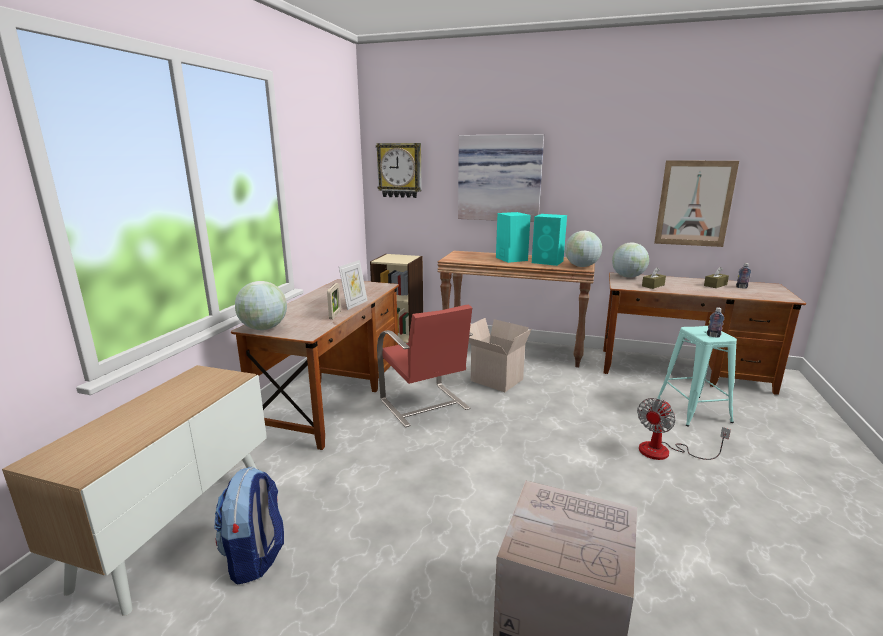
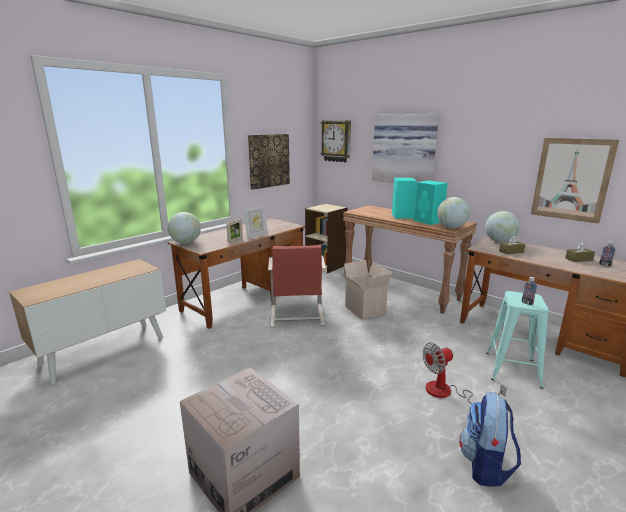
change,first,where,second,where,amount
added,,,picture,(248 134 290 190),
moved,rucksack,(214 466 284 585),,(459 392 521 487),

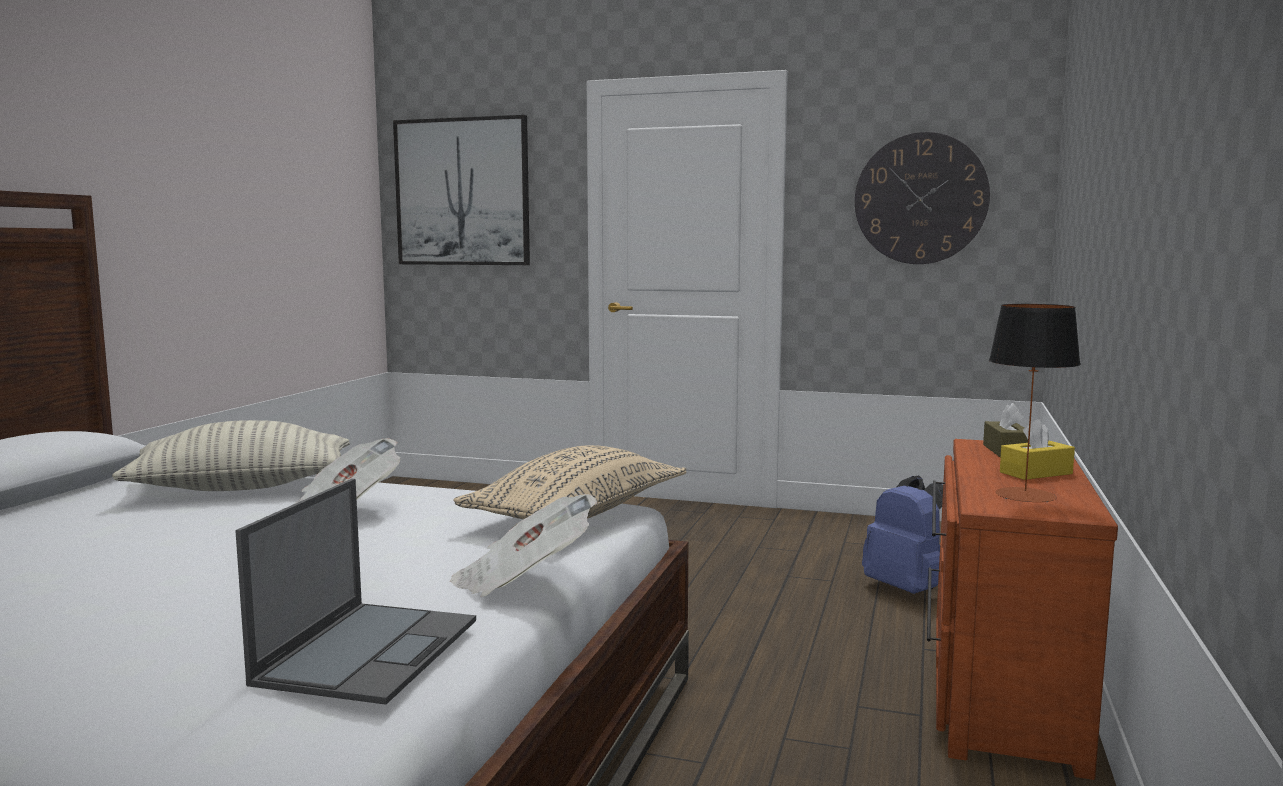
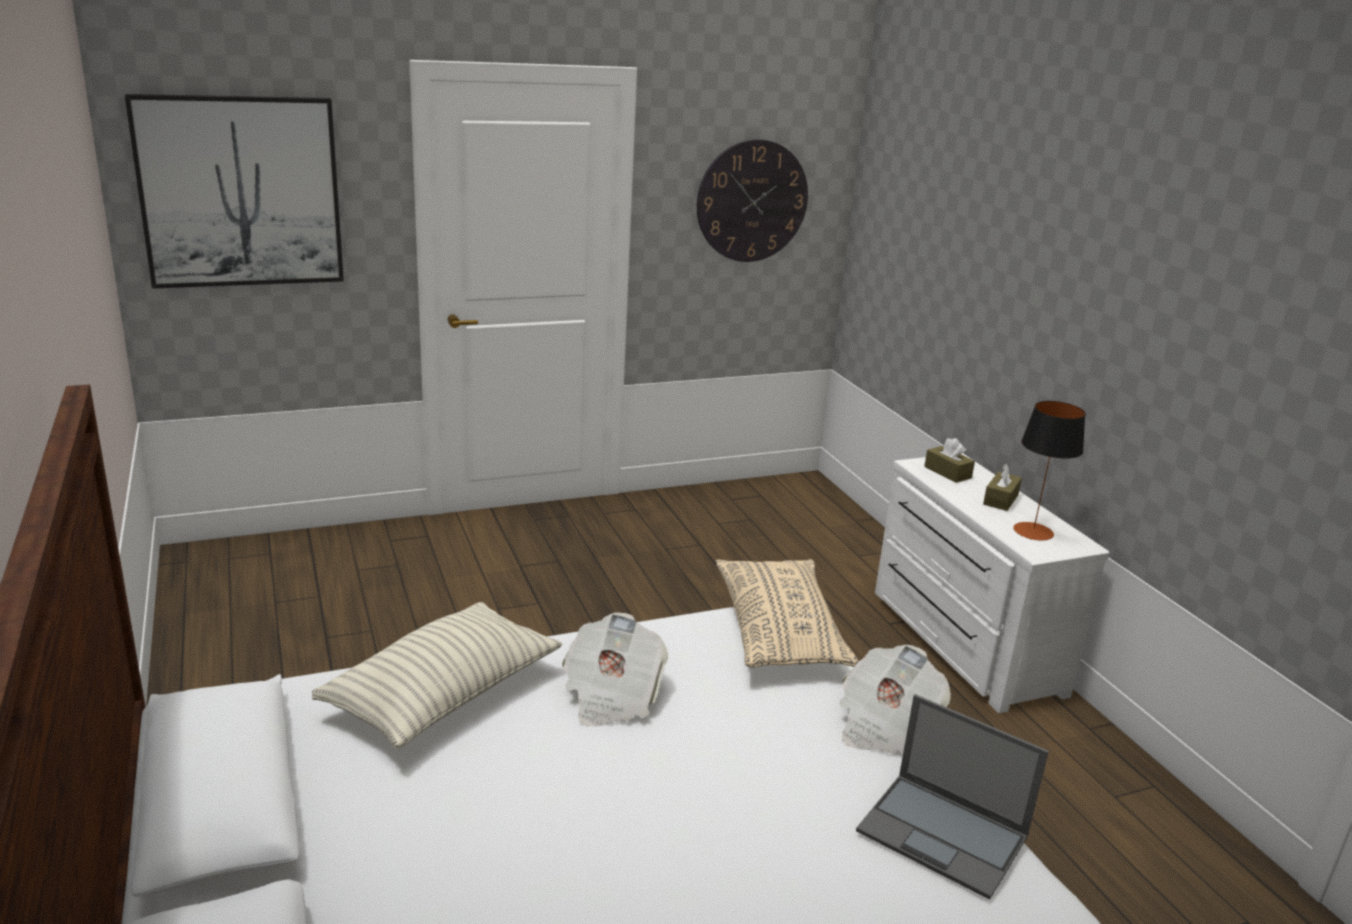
change,first,where,second,where,amount
removed,blue rucksack,(862 475 943 594),,,
recoloured,brown-coloured drawer chest,(927 439 1118 780),whitish drawer chest,(875 453 1109 713),
recoloured,yellow tissue holder,(1000 419 1075 480),brown-coloured tissue holder,(983 464 1022 511),
turned,notebook computer,(235 479 476 705),,(856 694 1049 899),150 degrees clockwise

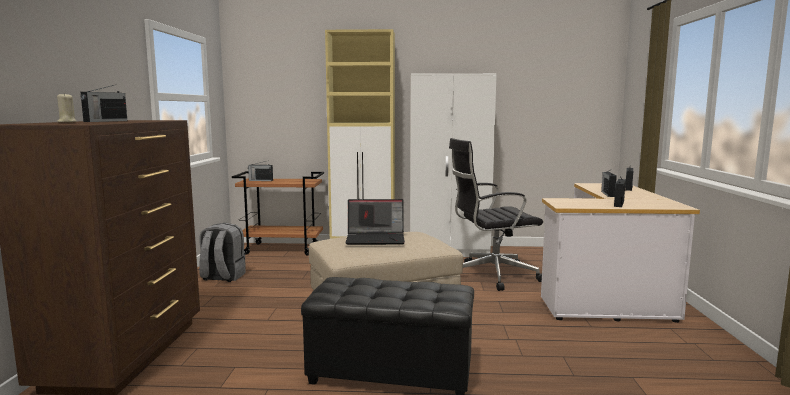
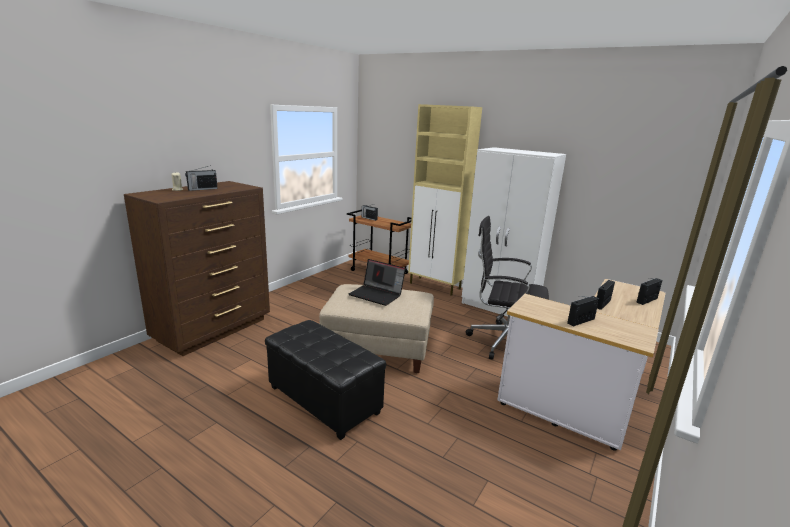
change,first,where,second,where,amount
removed,grey rucksack,(199 223 246 282),,,

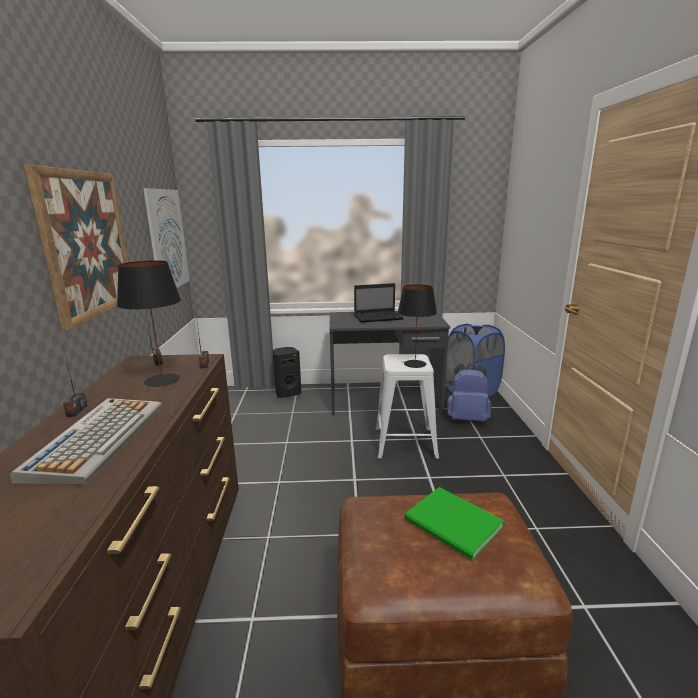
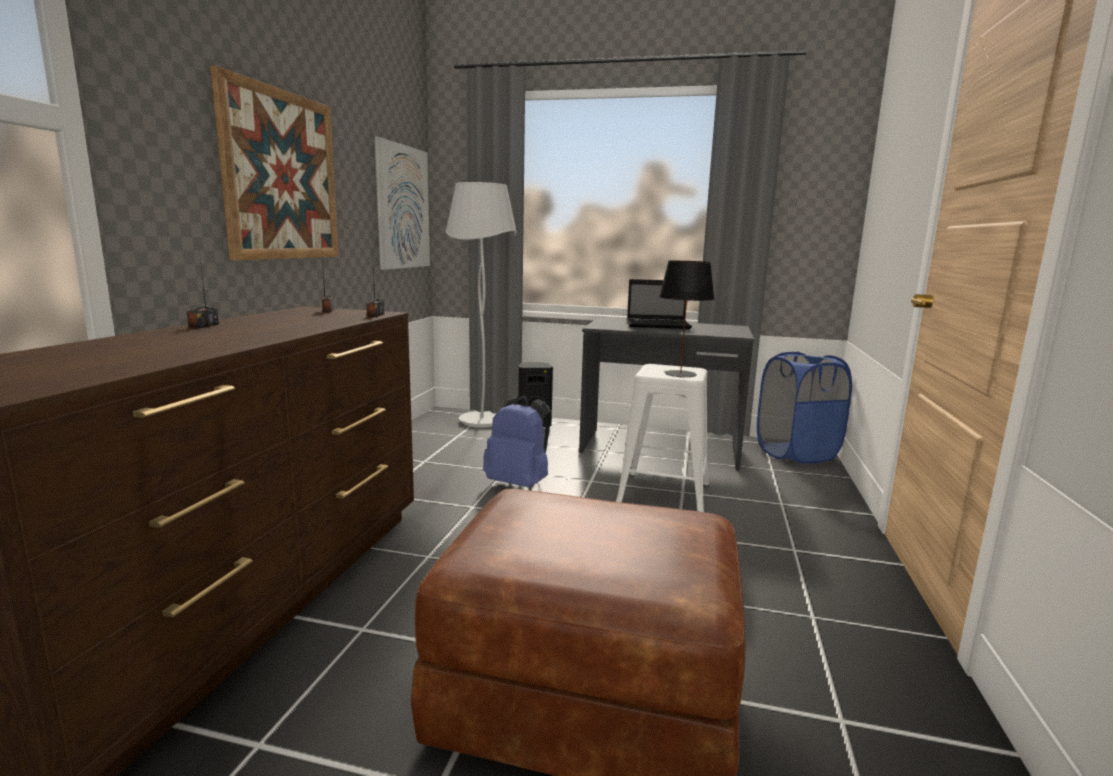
change,first,where,second,where,amount
removed,computer keyboard,(10 398 162 485),,,
removed,blackish table lamp,(117 260 181 387),,,
removed,green book,(404 487 504 560),,,
added,,,whitish floor lamp,(445 182 517 428),
moved,blue rucksack,(447 363 491 422),,(483 395 551 488),

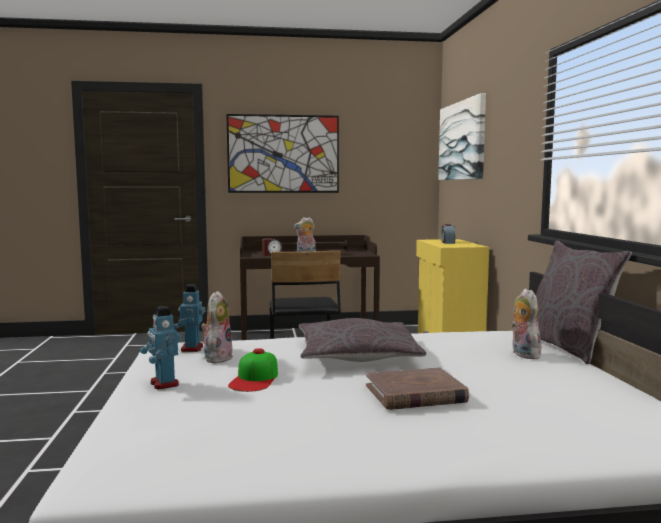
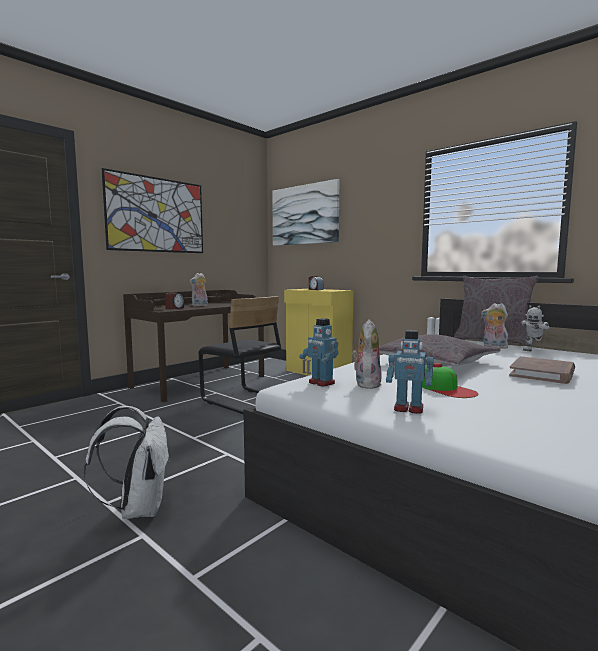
change,first,where,second,where,amount
added,,,whitish rucksack,(84 406 170 519),
added,,,robot figure,(521 305 550 351),
turned,plush toy,(201 291 233 363),,(352 319 381 389),45 degrees clockwise

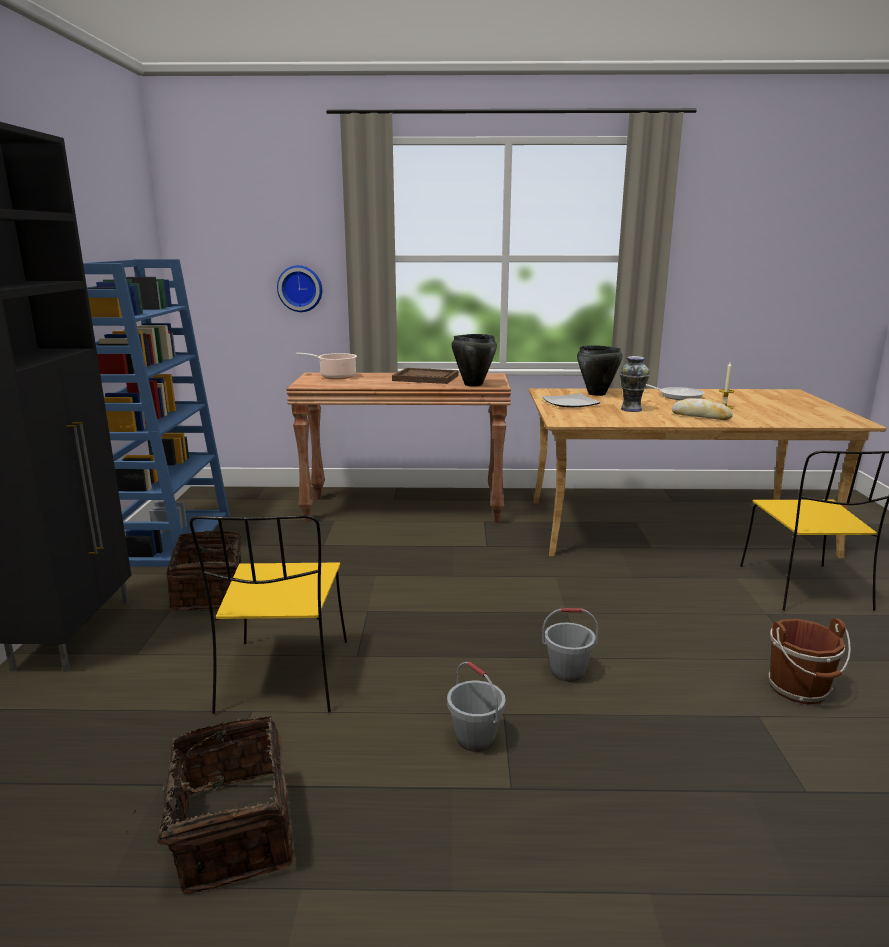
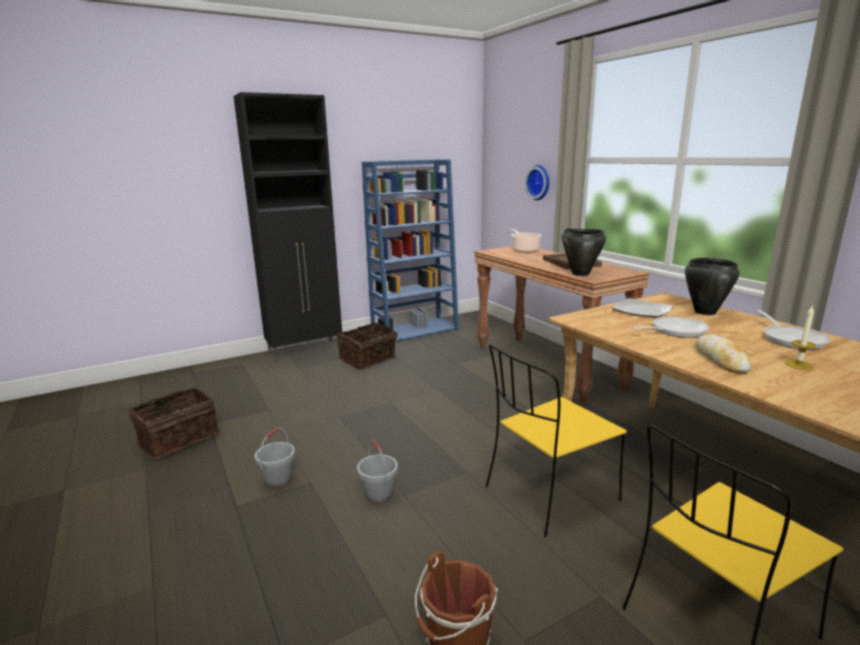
change,first,where,second,where,amount
moved,yellow plain chair,(190 515 347 714),,(486 344 627 537),
replaced,flower vase,(620 356 650 412),skillet,(632 316 709 338),

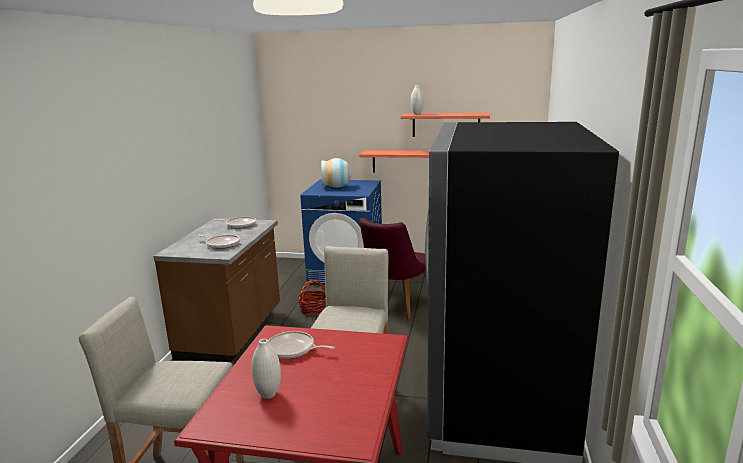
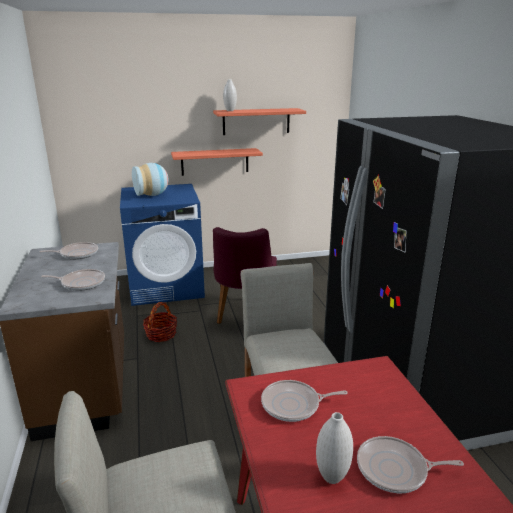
change,first,where,second,where,amount
added,,,skillet,(357 436 464 493),

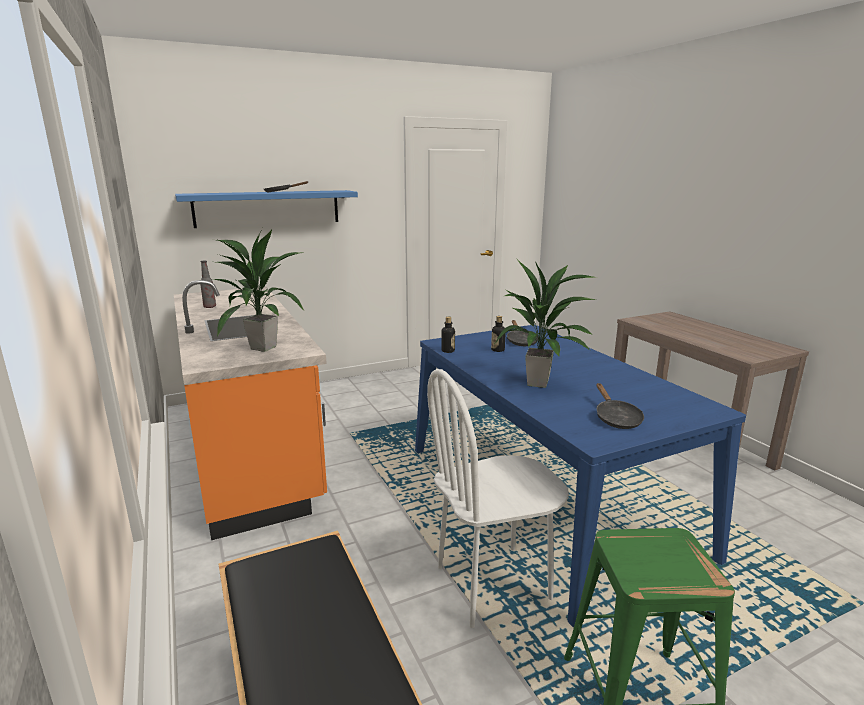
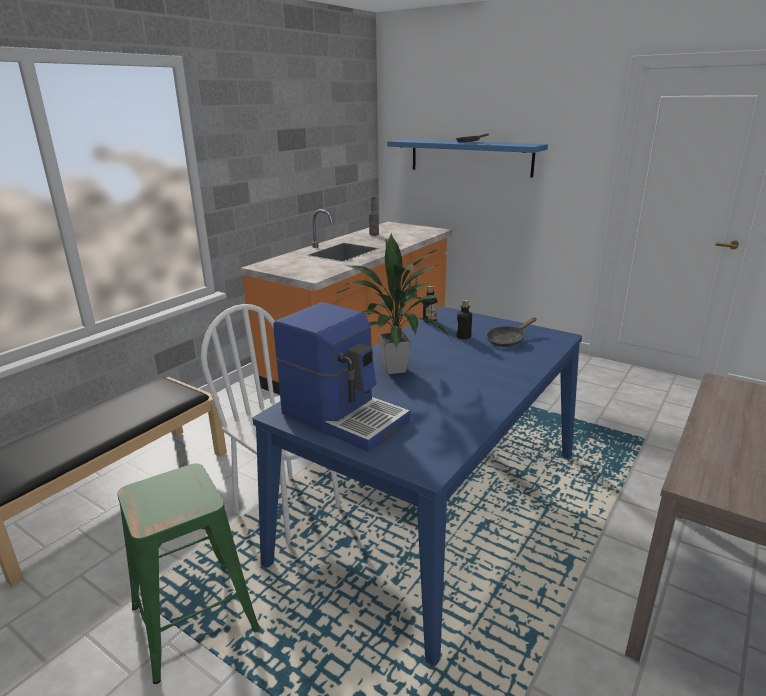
change,first,where,second,where,amount
removed,potted plant,(212 229 304 352),,,
replaced,blackish skillet,(596 383 644 429),coffee brewer,(274 302 410 452),

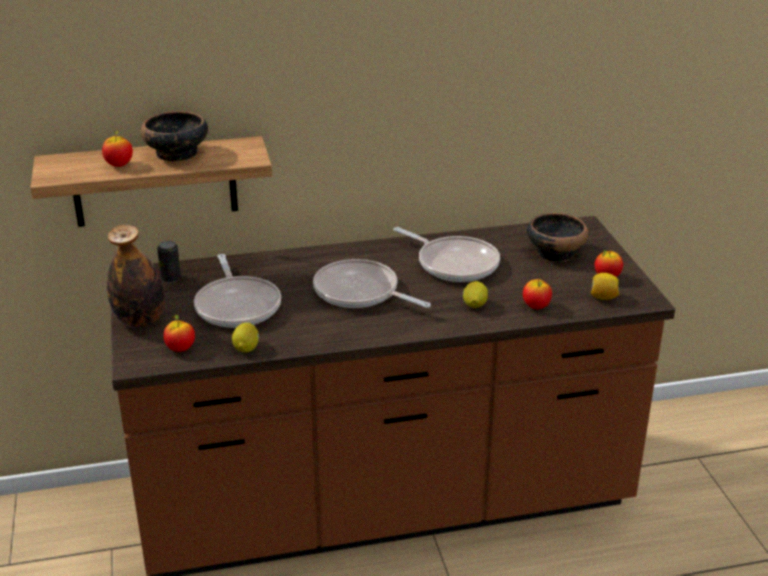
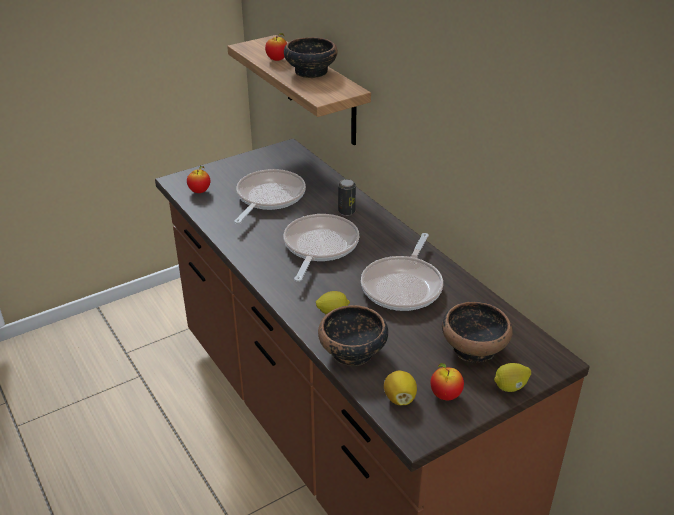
change,first,where,second,where,amount
removed,beverage bottle,(107 225 165 328),,,
moved,can,(157 241 181 283),,(338 179 356 216),
moved,whole lemon,(232 323 259 353),,(494 363 531 392),
replaced,apple,(523 279 552 309),deep dish,(318 305 388 366),
turned,skillet,(194 254 281 328),,(234 169 306 224),150 degrees clockwise

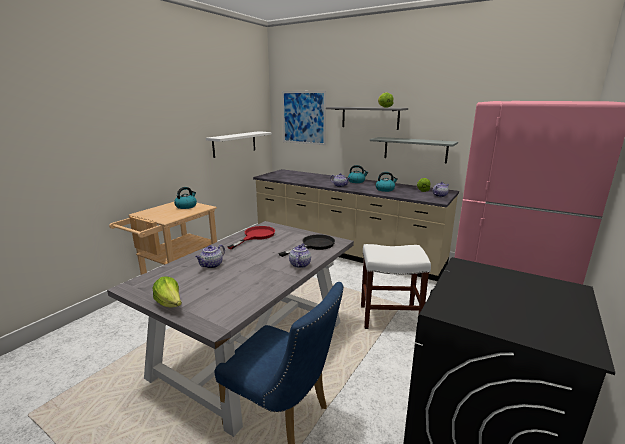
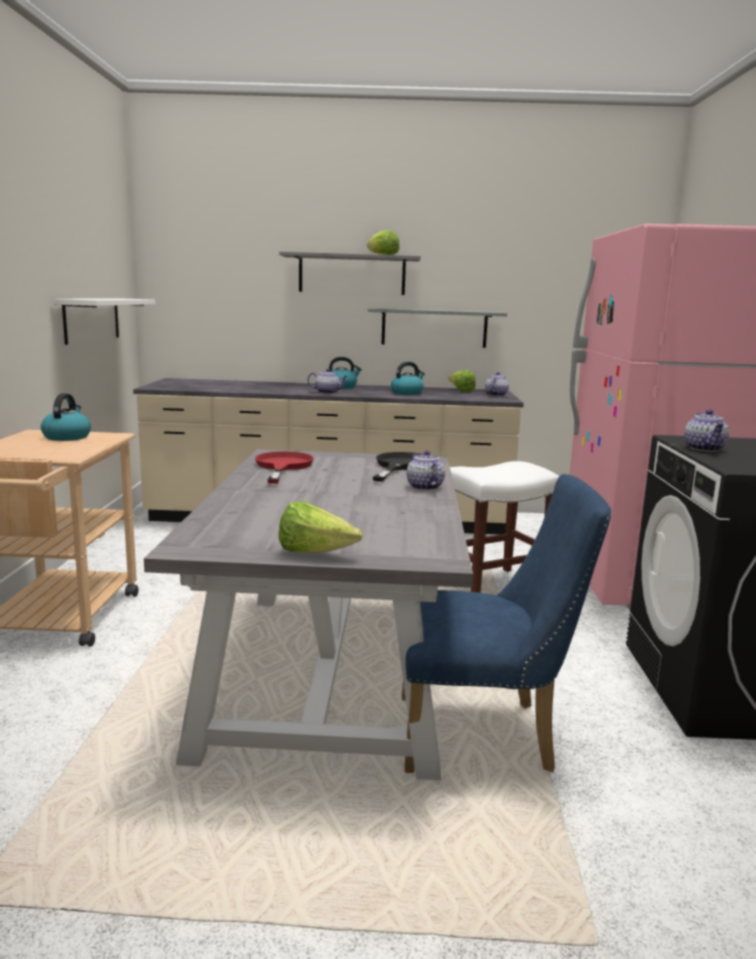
change,first,where,second,where,amount
removed,picture,(282 91 326 145),,,
moved,pot for tea,(195 245 225 268),,(684 409 729 452),

